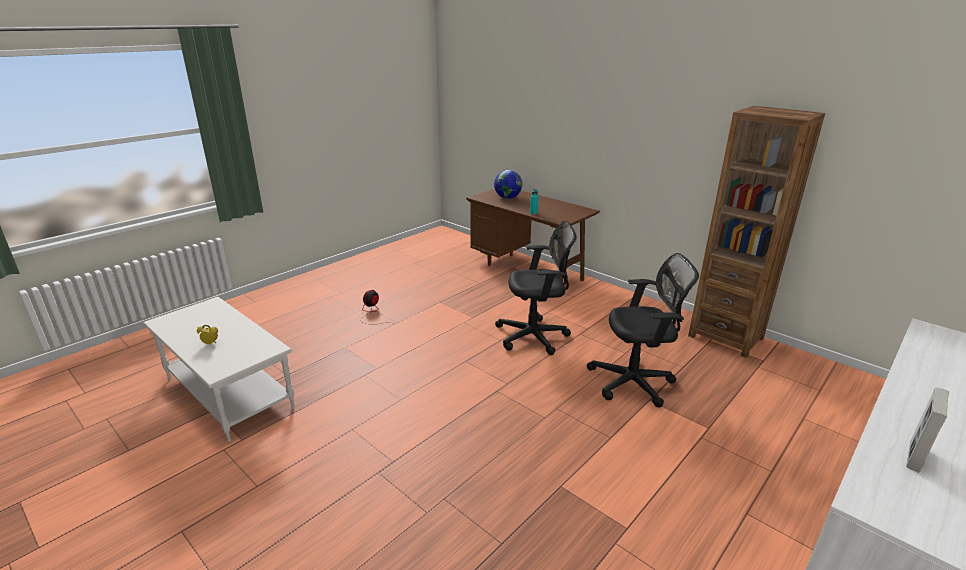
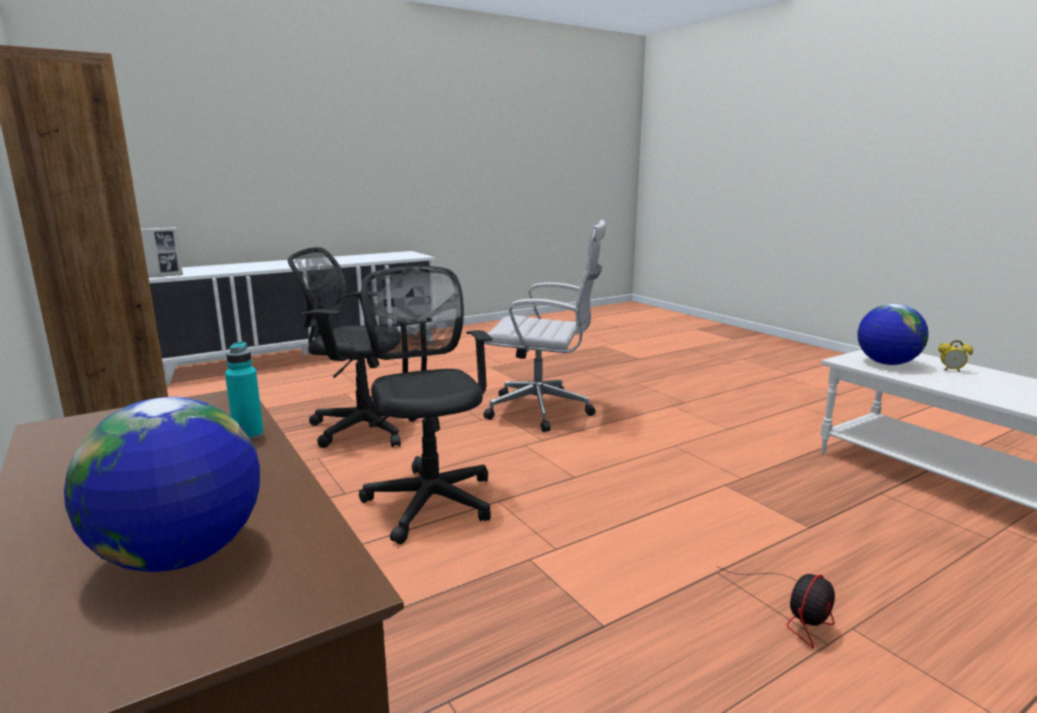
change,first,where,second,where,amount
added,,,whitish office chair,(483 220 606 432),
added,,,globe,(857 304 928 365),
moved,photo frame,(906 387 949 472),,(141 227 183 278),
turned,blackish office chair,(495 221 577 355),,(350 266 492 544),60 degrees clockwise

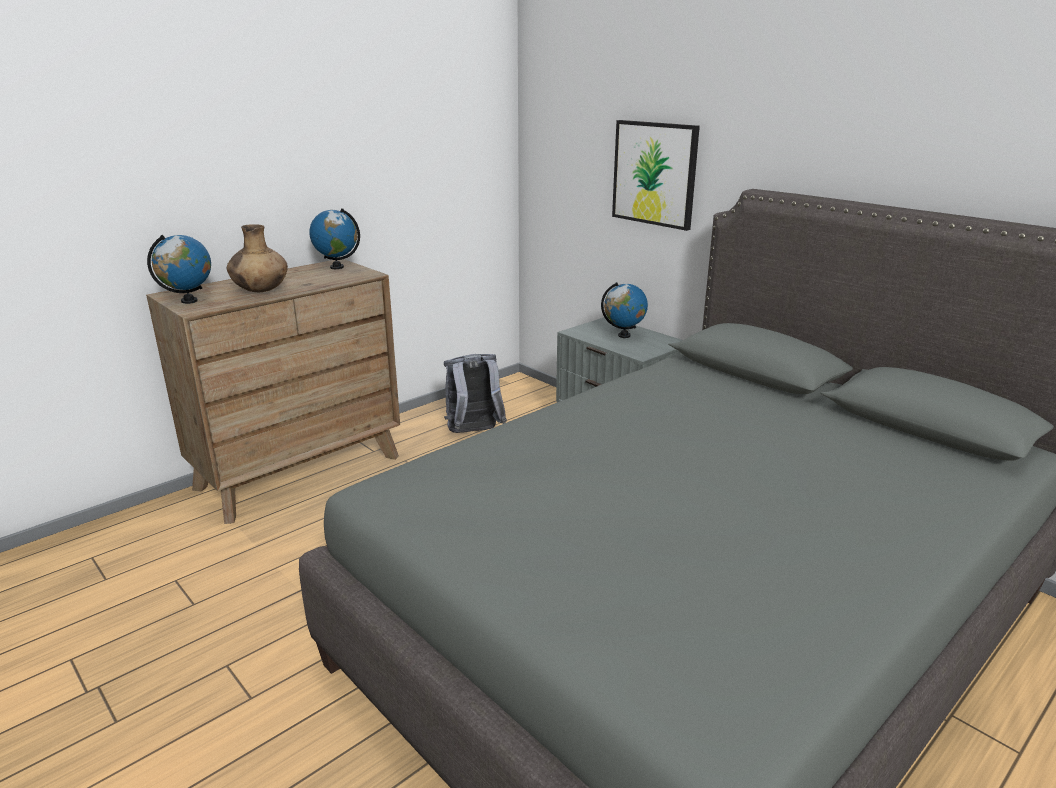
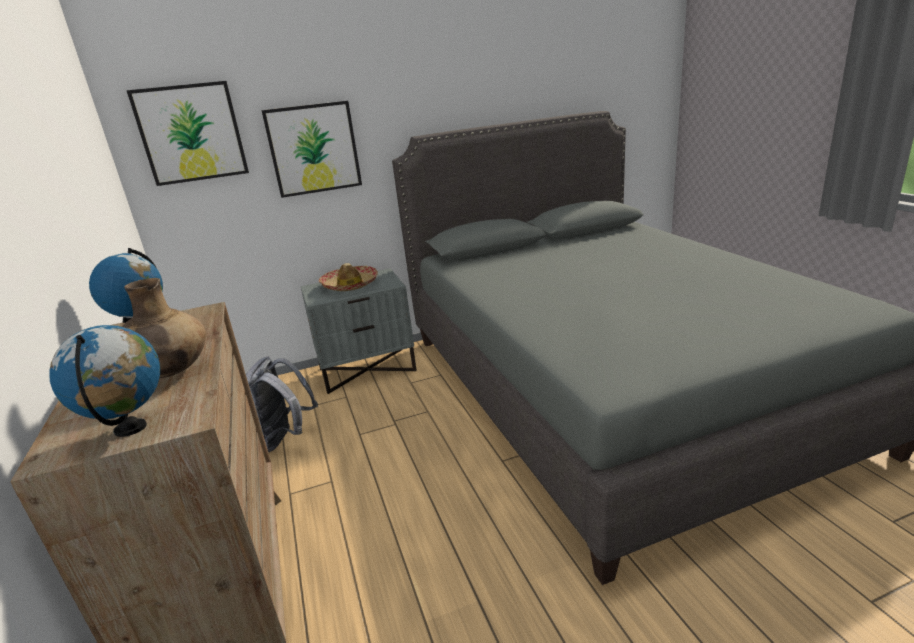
change,first,where,second,where,amount
added,,,picture,(126 81 249 186),
replaced,globe,(601 282 648 338),wearable hat,(319 263 378 291),

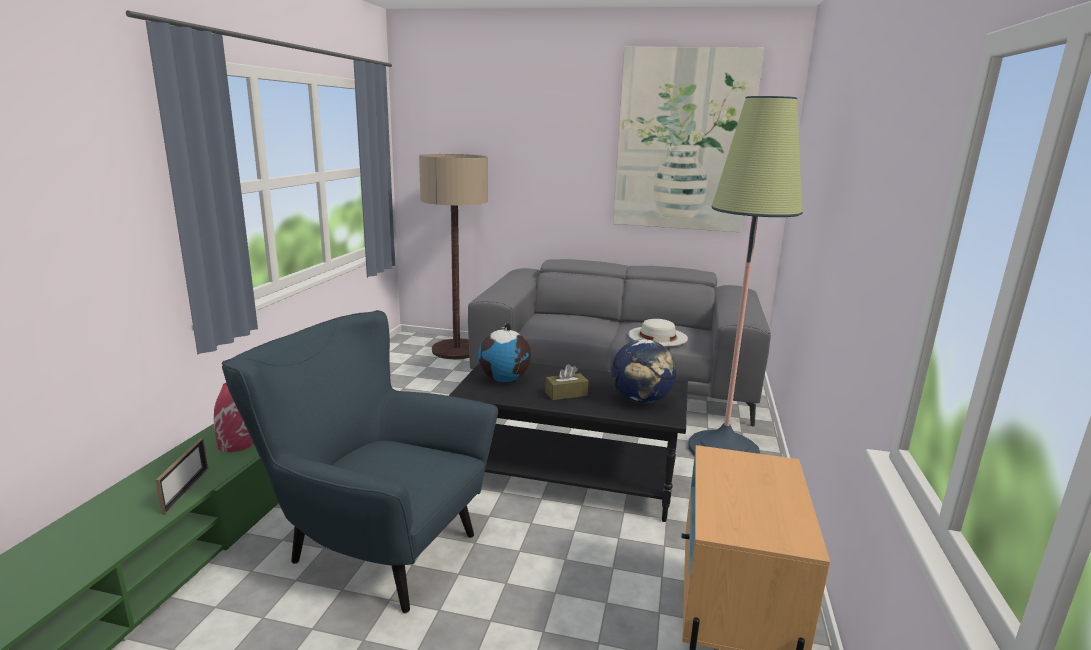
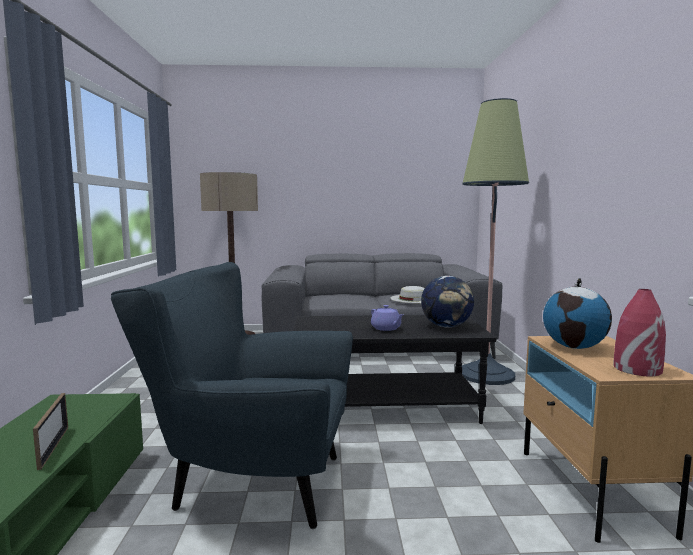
change,first,where,second,where,amount
removed,picture,(613 47 764 232),,,
moved,red-coloured flower vase,(214 383 254 452),,(613 289 666 376),
moved,globe,(478 323 531 382),,(543 278 612 349),
replaced,brown-coloured tissue holder,(545 364 588 400),purplish pot for tea,(371 305 403 331),

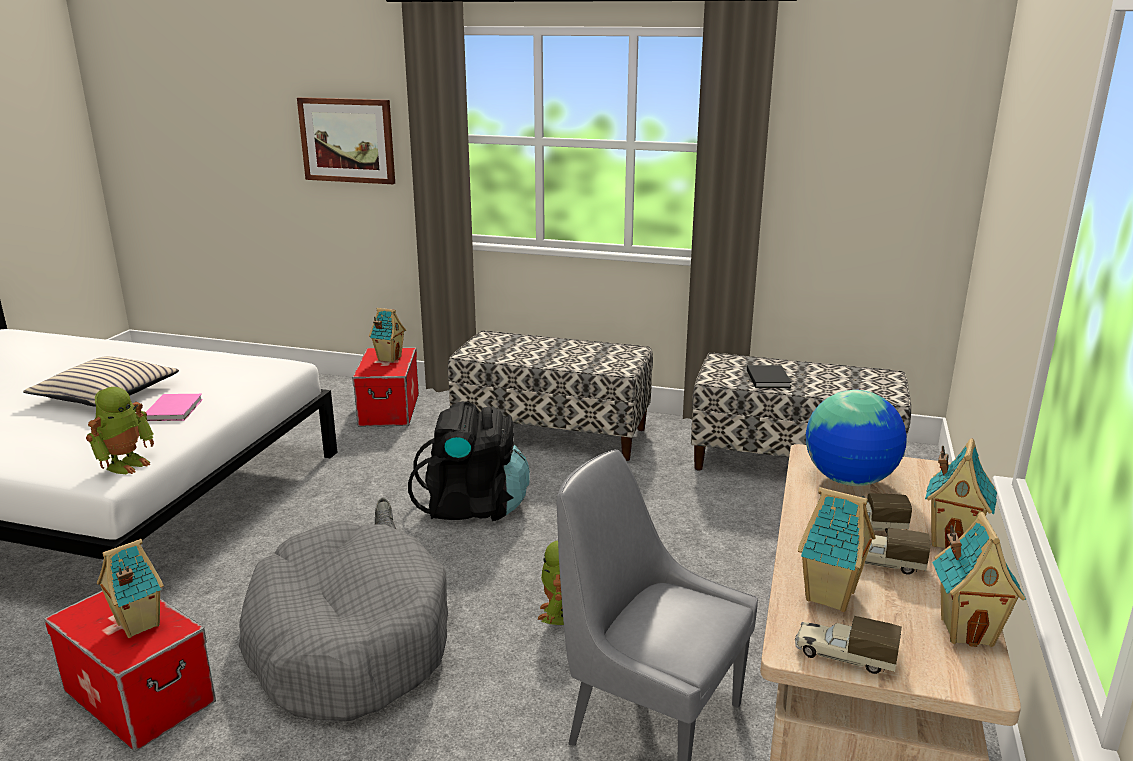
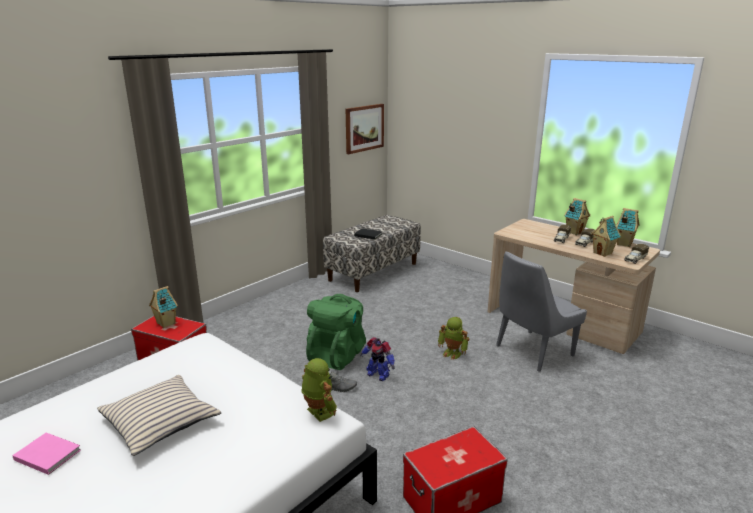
change,first,where,second,where,amount
removed,toy house,(97 539 164 638),,,
removed,grey pet bed,(239 520 448 721),,,
removed,long seat,(448 331 653 461),,,
removed,globe,(806 390 907 486),,,
added,,,robot figure,(360 337 395 381),
moved,pinkish book,(146 394 203 421),,(12 433 81 475),
moved,picture,(297 97 395 184),,(346 104 384 154),
recoloured,blackish rucksack,(408 401 530 521),green rucksack,(306 294 366 370),

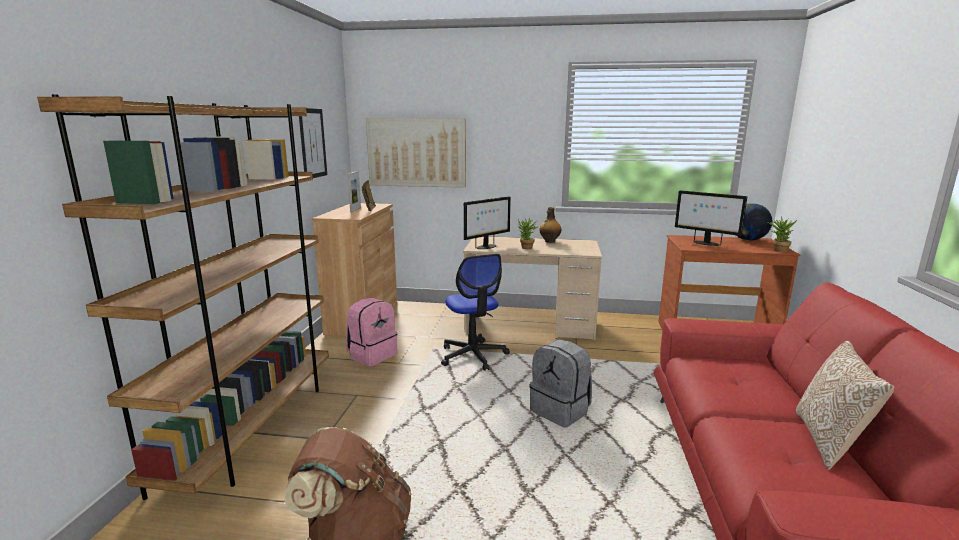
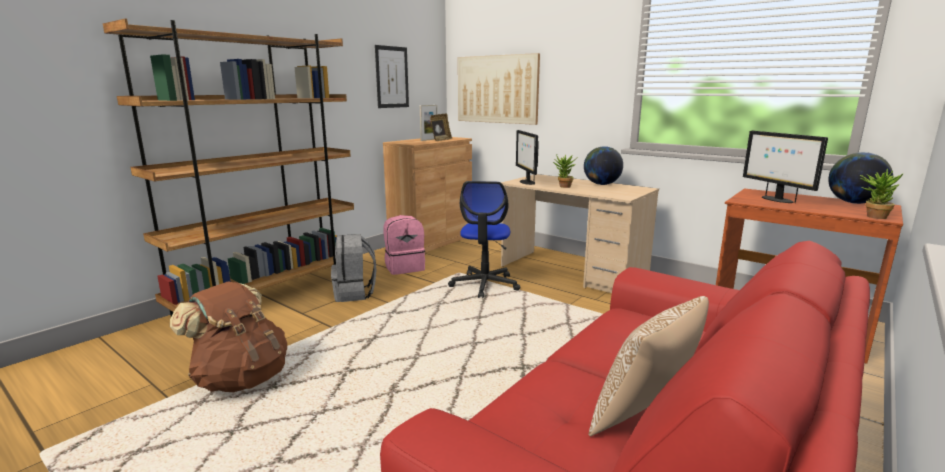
change,first,where,second,where,amount
moved,grey rucksack,(530 339 592 427),,(331 234 376 302),
replaced,beverage bottle,(539 207 561 243),globe,(584 146 623 185),
turned,monitor,(464 197 511 249),,(516 130 539 185),90 degrees clockwise

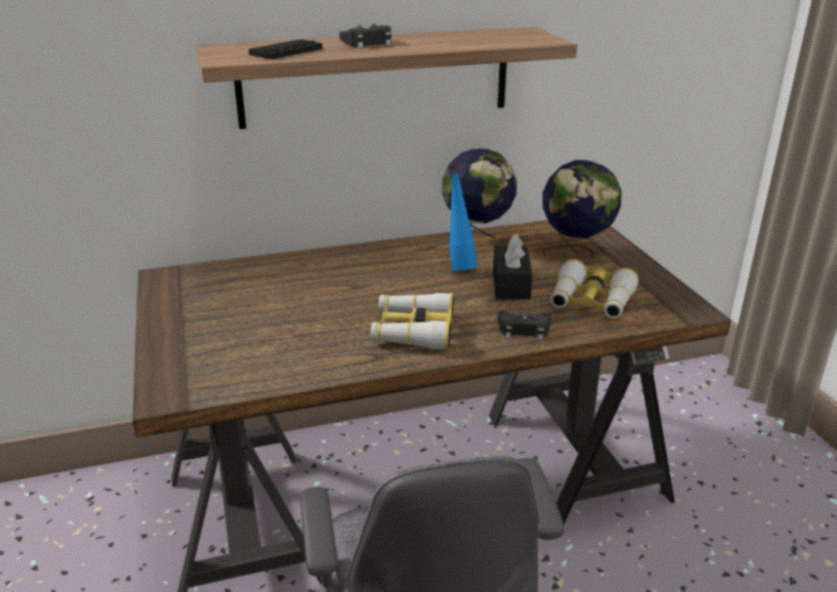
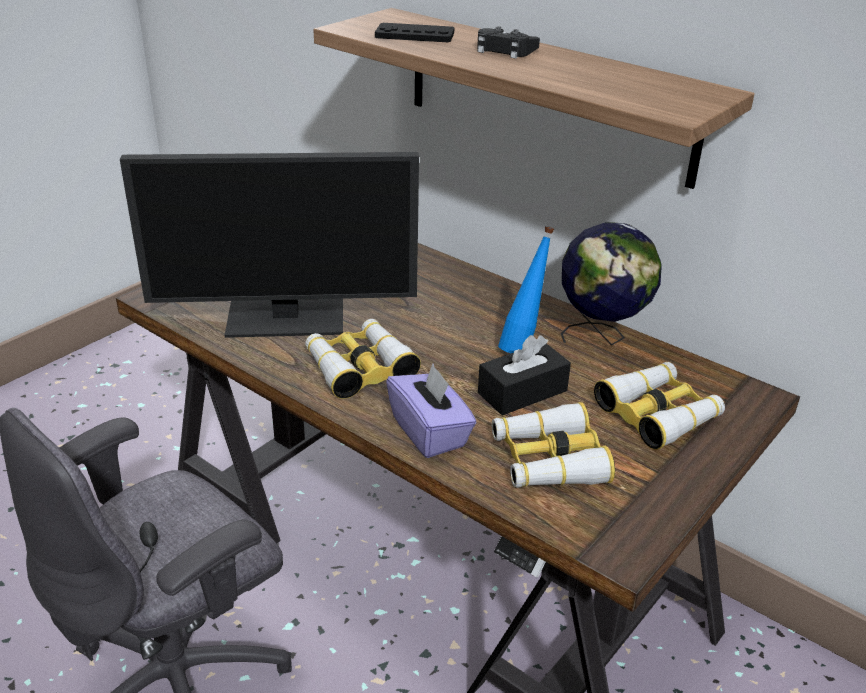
change,first,where,second,where,amount
added,,,monitor,(120 152 419 338),
replaced,blackish joypad,(498 311 552 340),purplish tissue holder,(386 363 477 458),
replaced,globe,(542 160 622 259),pair of binoculars,(594 362 725 450),

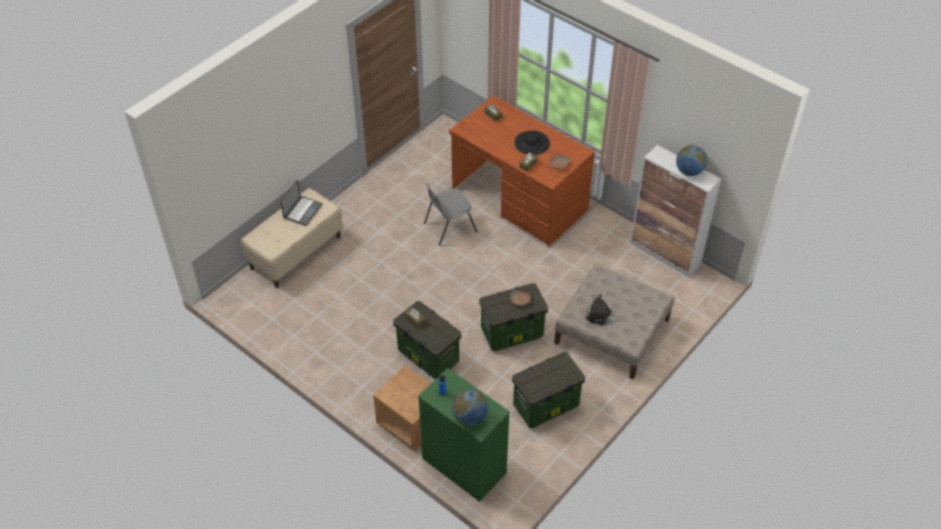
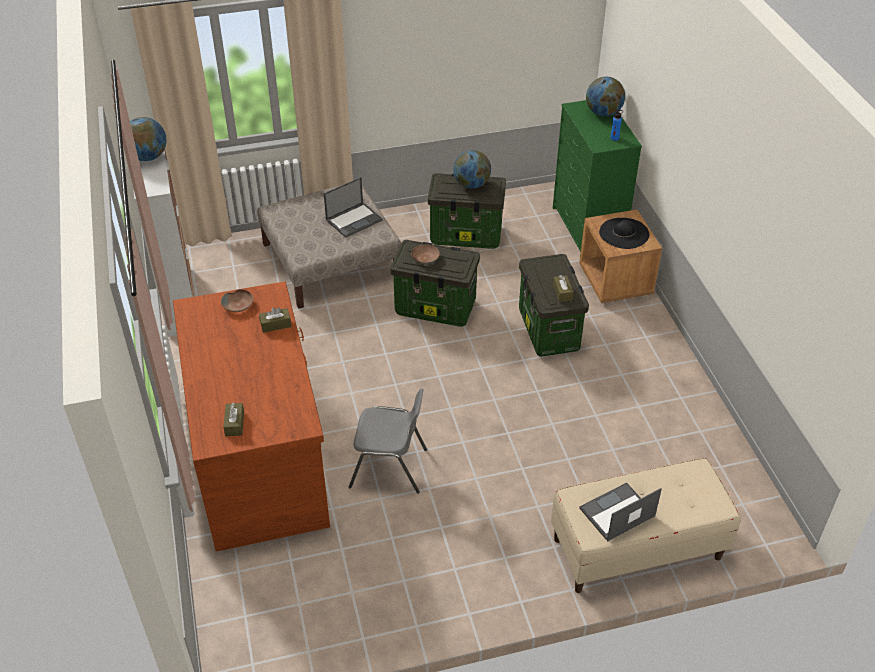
change,first,where,second,where,amount
added,,,globe,(453 150 491 189),
moved,blackish wearable hat,(514 130 550 155),,(599 218 649 249),
replaced,plush toy,(586 294 619 326),notebook computer,(324 177 383 238),

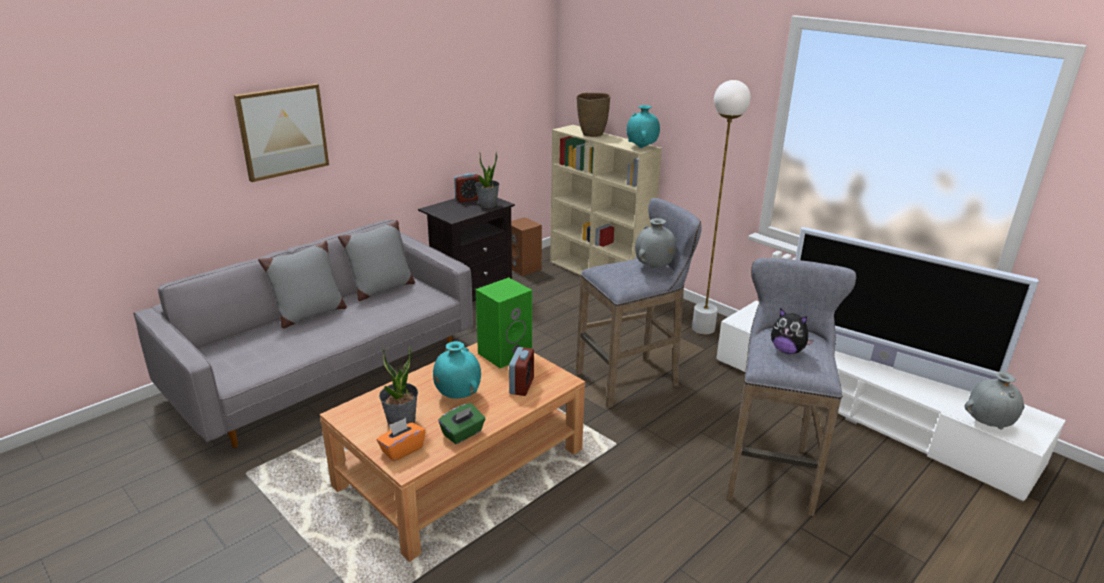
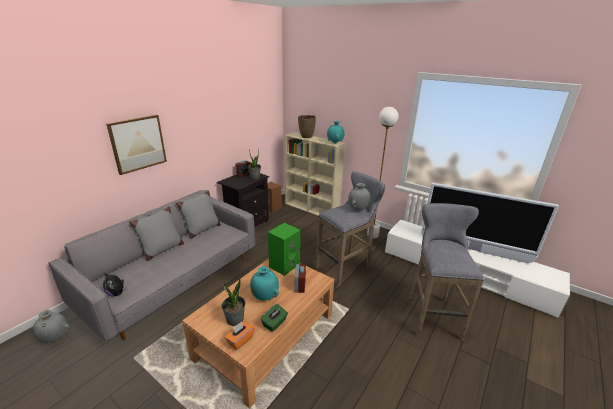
change,first,where,second,where,amount
moved,plush toy,(771 308 814 354),,(103 273 127 297),
moved,grey flower vase,(965 371 1024 430),,(33 310 70 344),

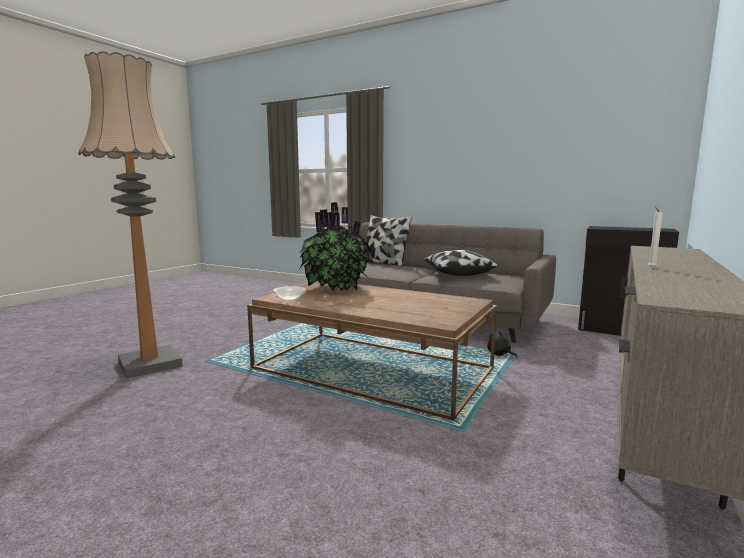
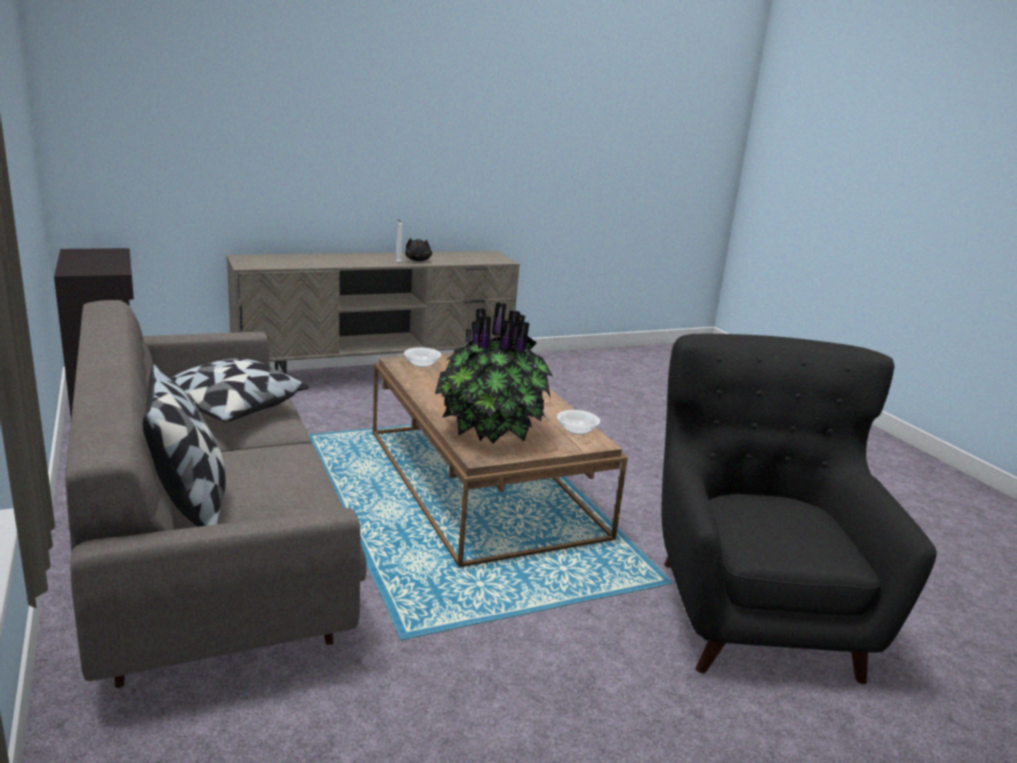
change,first,where,second,where,amount
added,,,deep dish,(404 347 441 367),
moved,blackish plush toy,(487 331 517 358),,(405 238 432 261),
replaced,floor lamp,(78 51 183 379),blackish lounge chair,(662 333 937 684),

